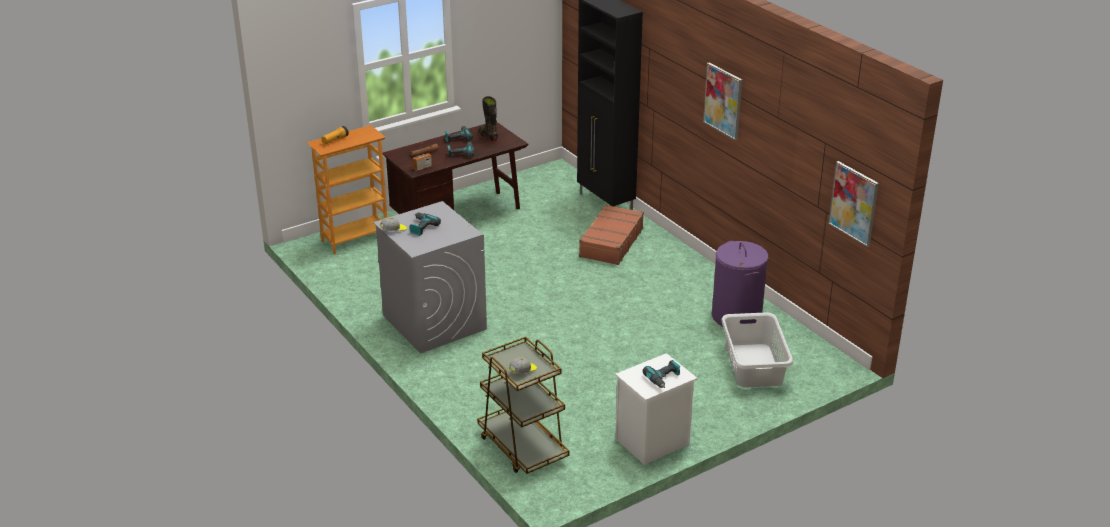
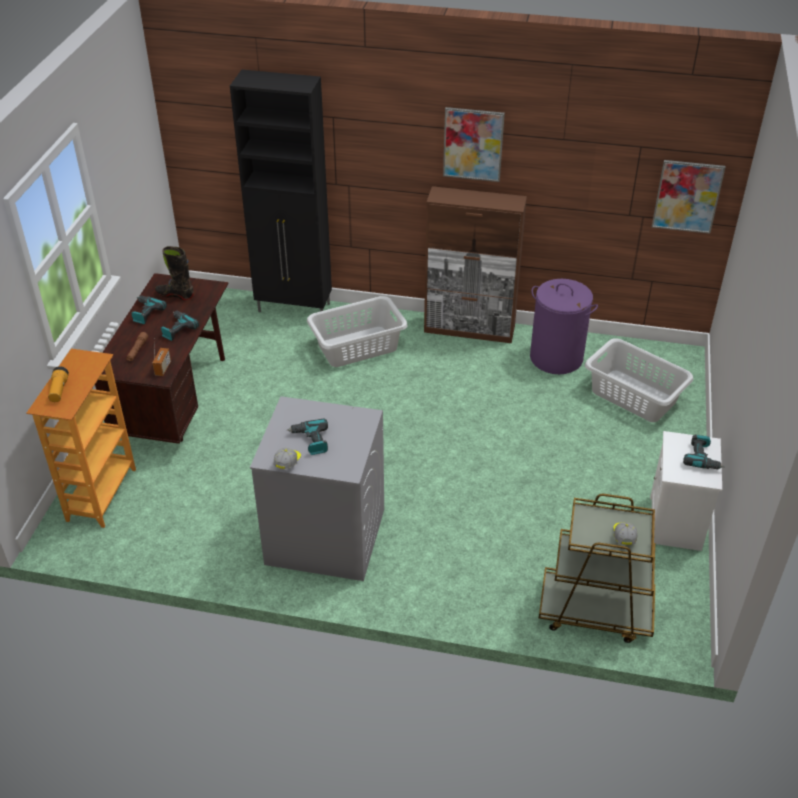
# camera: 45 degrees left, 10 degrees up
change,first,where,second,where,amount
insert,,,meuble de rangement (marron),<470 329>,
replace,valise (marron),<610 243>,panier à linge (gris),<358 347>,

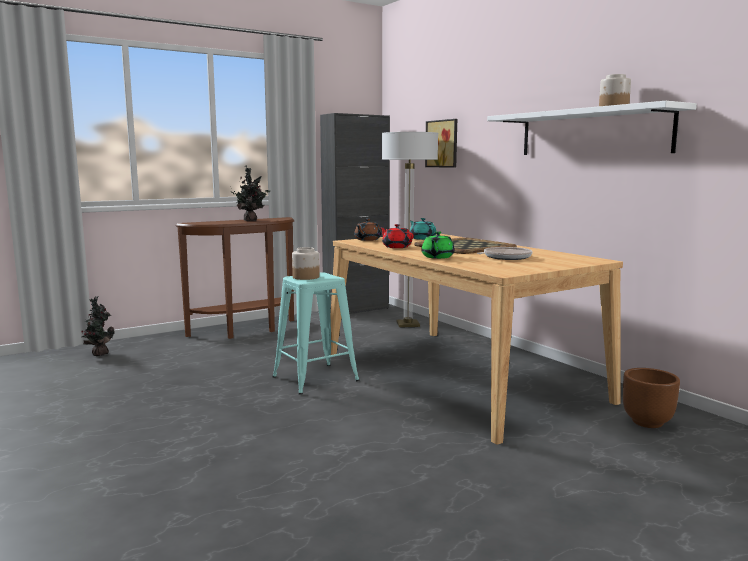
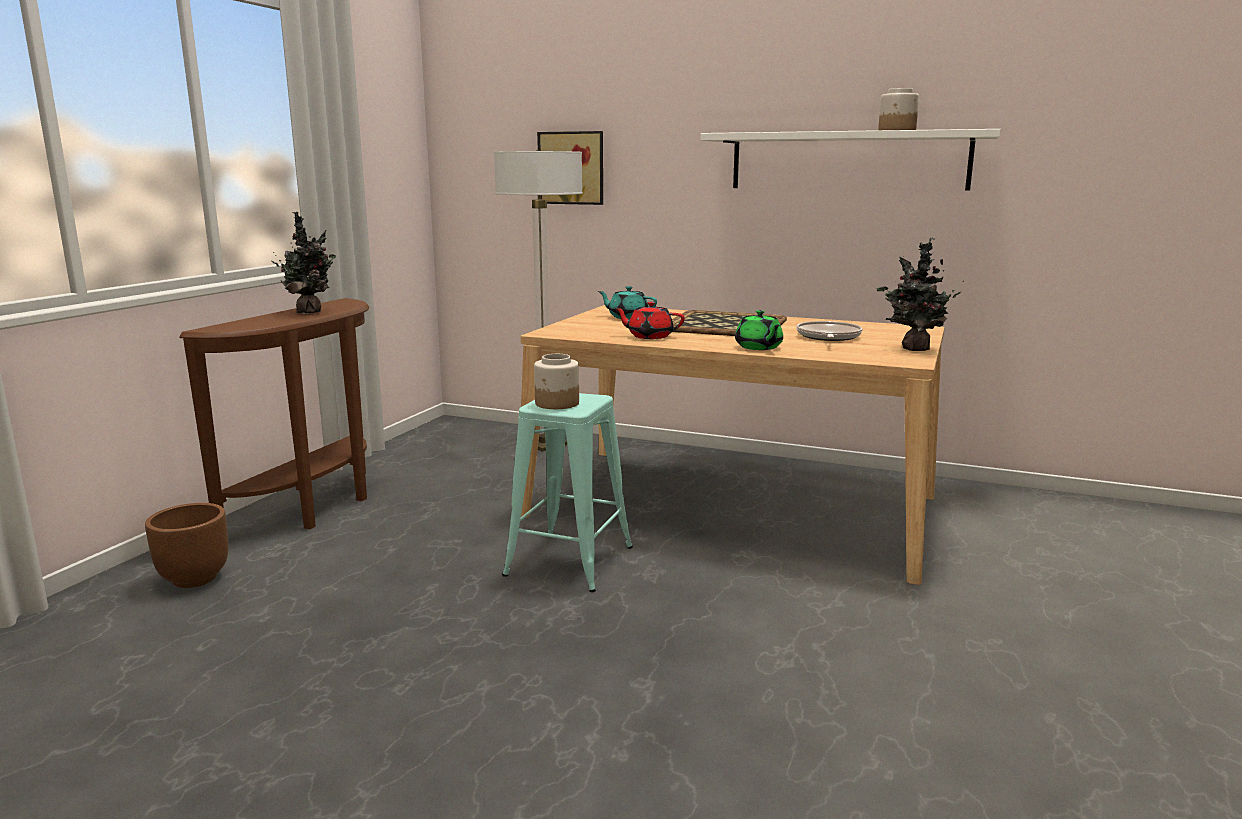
# camera: 35 degrees left, 5 degrees up
change,first,where,second,where,amount
delete,meuble de rangement (noir),<356 310>,,,
delete,théière (marron),<367 240>,,,
move,plante en pot,<99 354>,,<913 349>,
move,cache-pot (marron),<647 422>,,<195 579>,

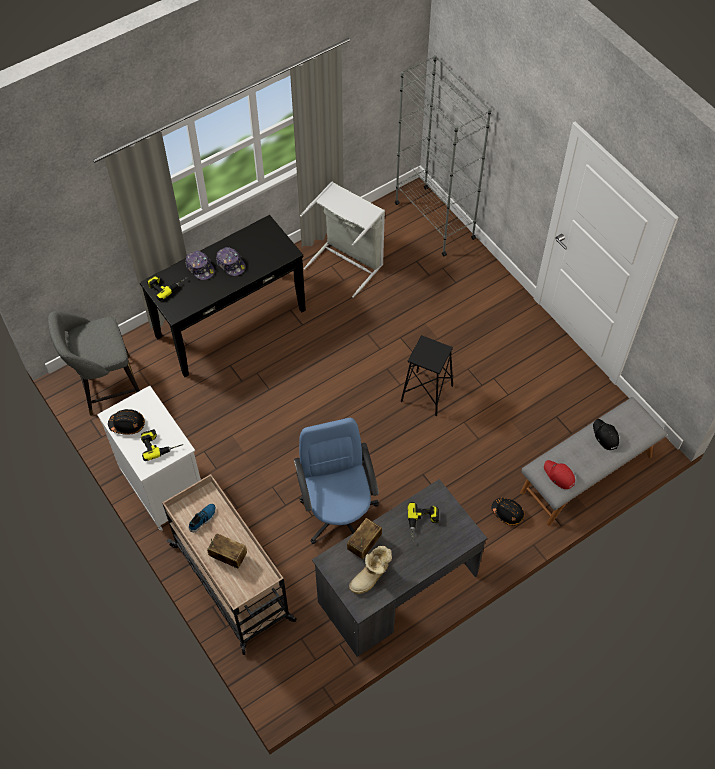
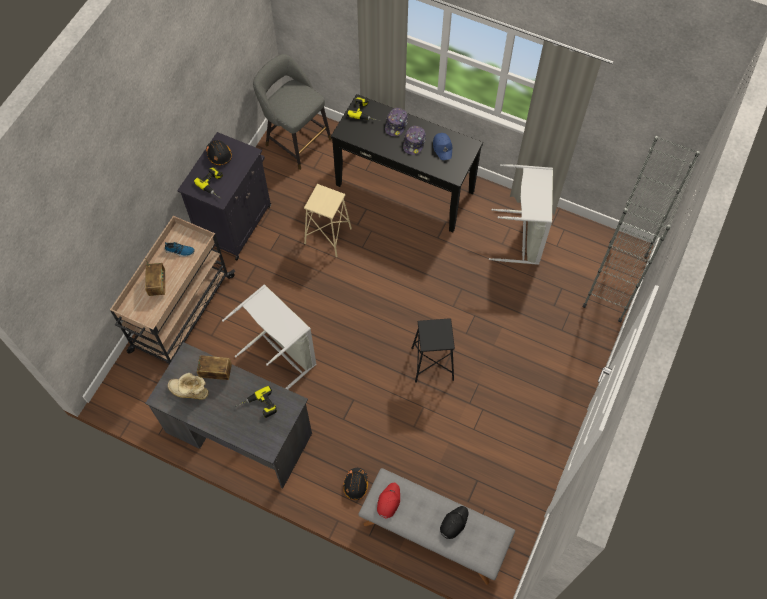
# camera: 60 degrees right, 5 degrees up
change,first,where,second,where,amount
insert,,,tabouret (beige),<328 236>,
insert,,,casquette (bleu),<443 148>,
replace,chaise de bureau (bleu),<338 512>,panier à linge (gris),<282 355>,
recolor,meuble de rangement (blanc),<162 485>,meuble de rangement (noir),<235 223>,

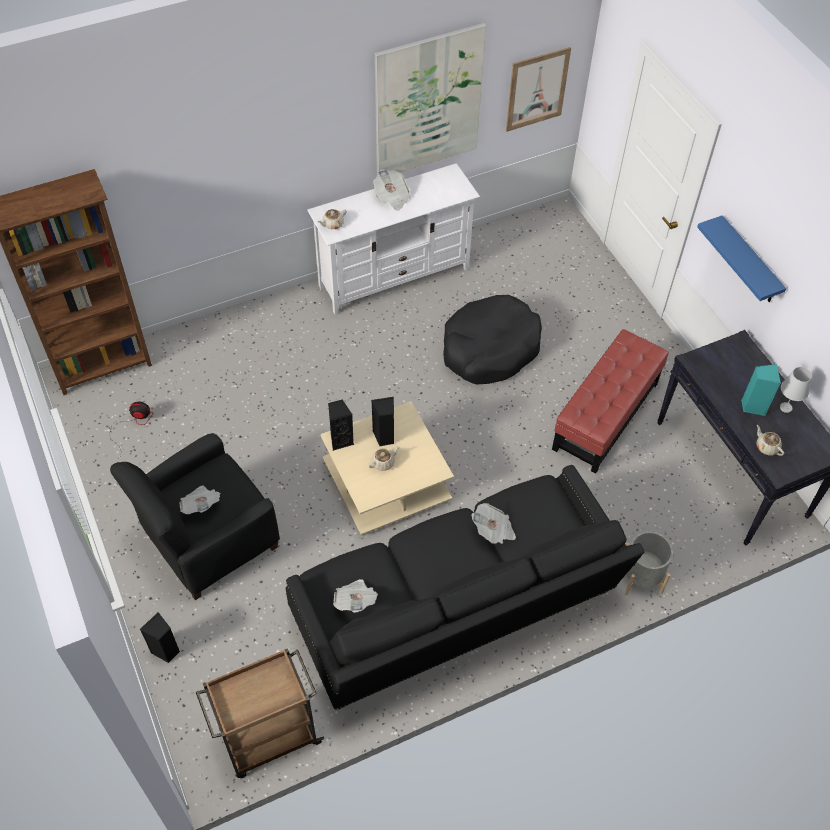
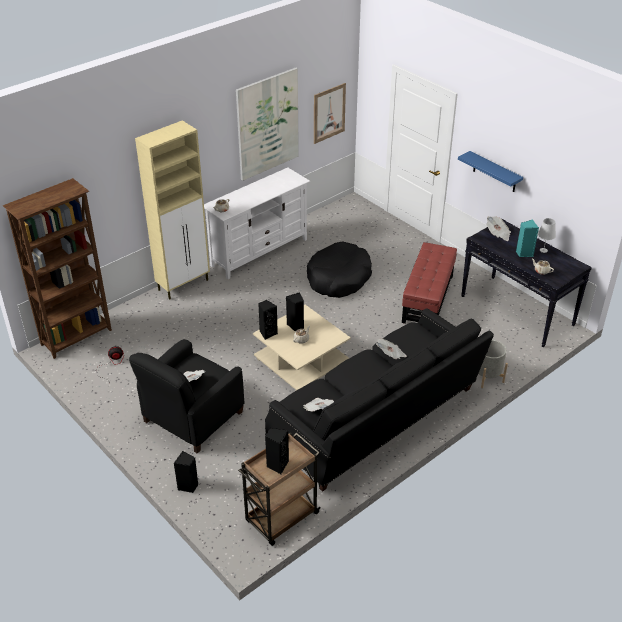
# camera: 15 degrees left, 15 degrees down
change,first,where,second,where,amount
insert,,,meuble de rangement (beige),<184 285>,
insert,,,enceinte (noir),<277 465>,
move,journal,<392 197>,,<498 234>,

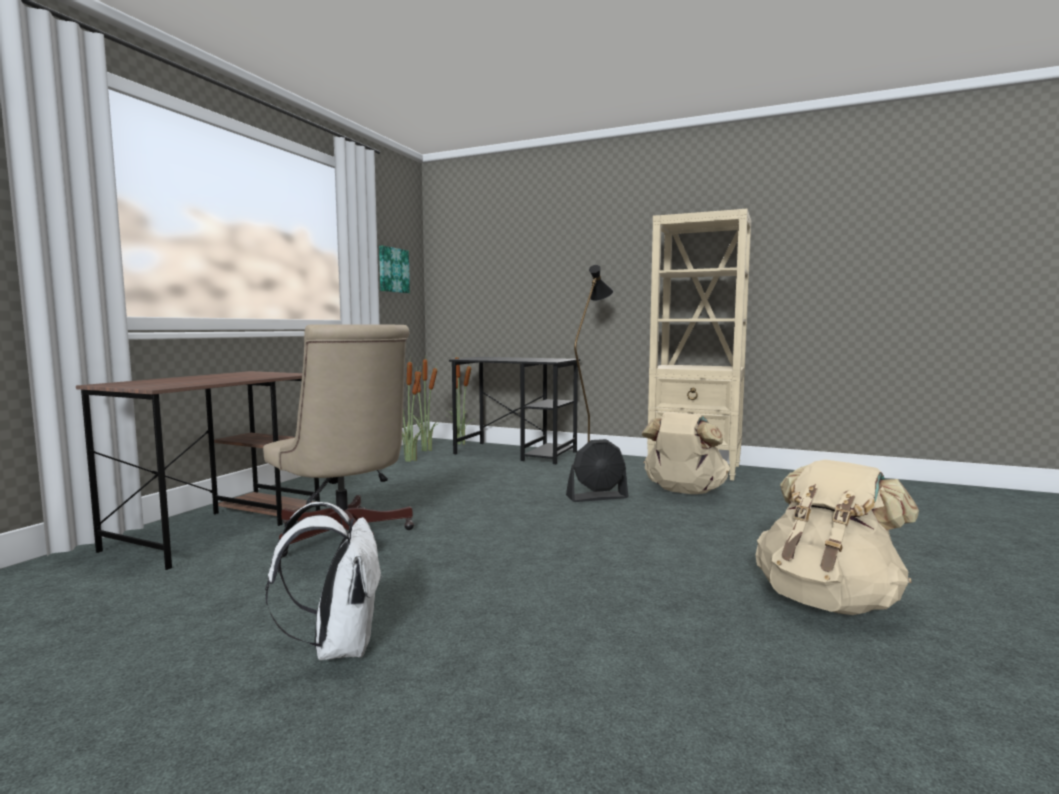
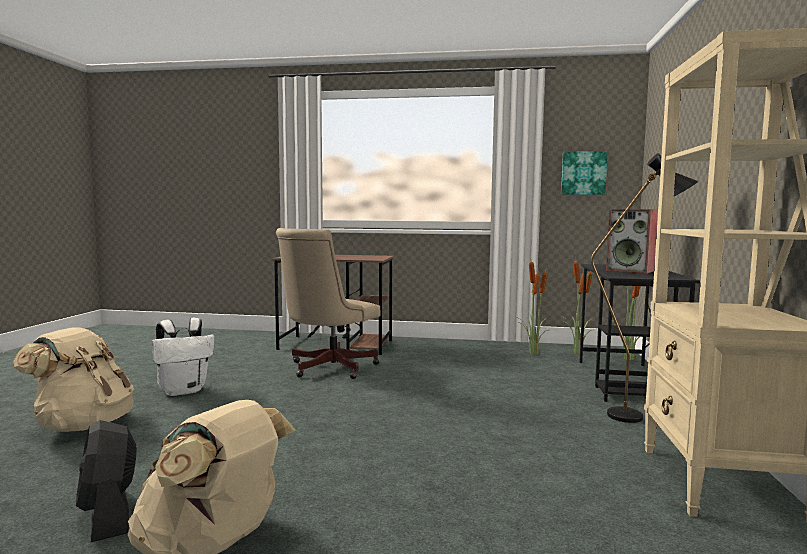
# camera: 75 degrees right, 0 degrees up
change,first,where,second,where,amount
insert,,,enceinte,<631 271>,
move,ventilateur (noir),<597 497>,,<108 514>,
move,sac à dos (beige),<683 492>,,<84 425>,

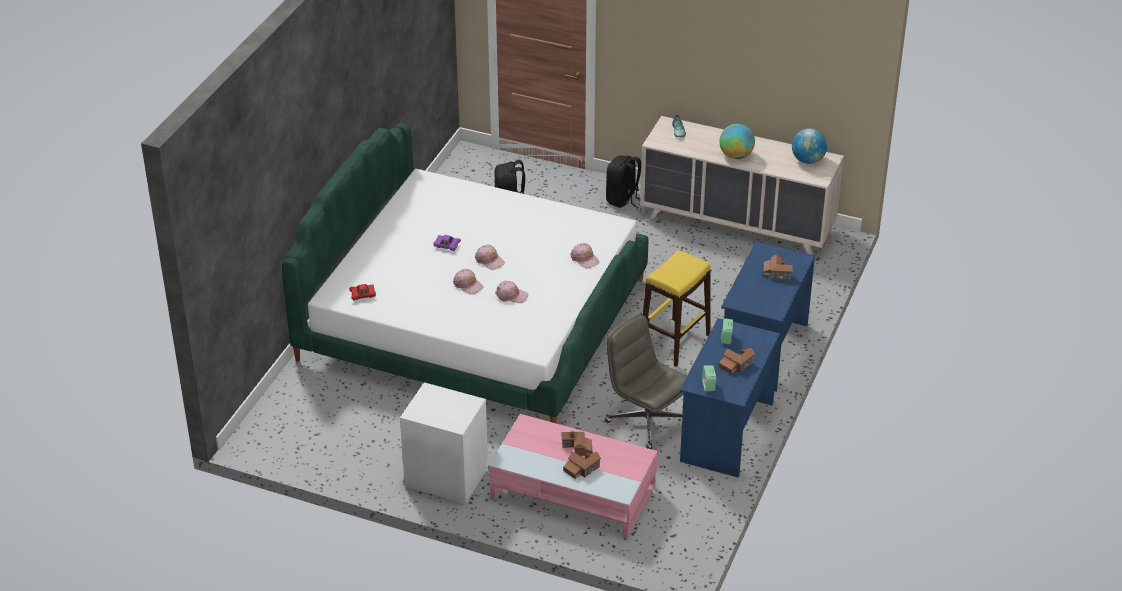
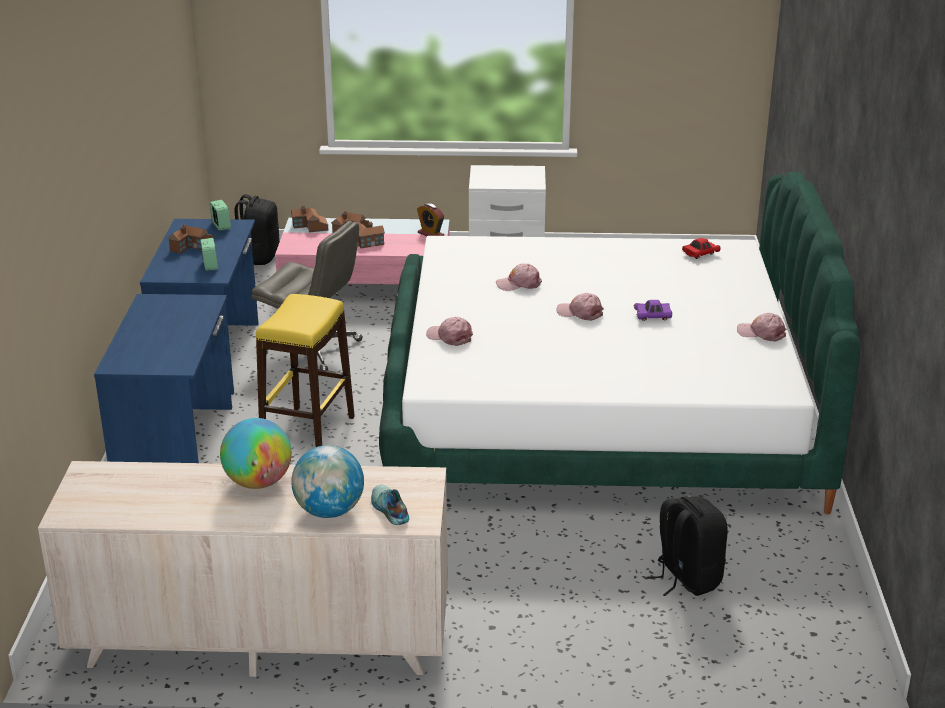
# camera: 160 degrees right, 10 degrees down
change,first,where,second,where,amount
insert,,,réveil,<430 234>,
move,casquette (rose),<468 284>,,<761 333>,
move,sac à dos (noir),<623 199>,,<259 257>,
move,maison miniature,<777 273>,,<310 227>,
move,globe,<808 160>,,<329 511>,

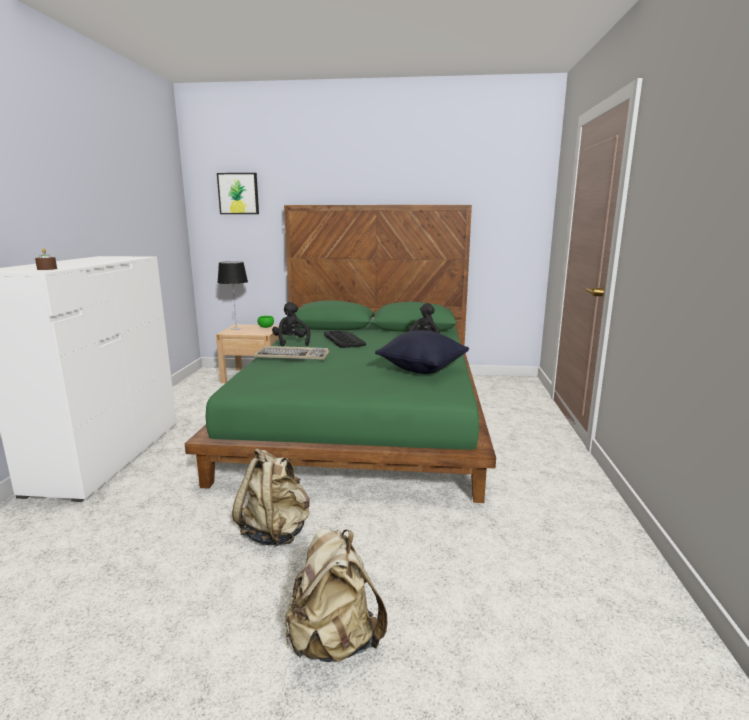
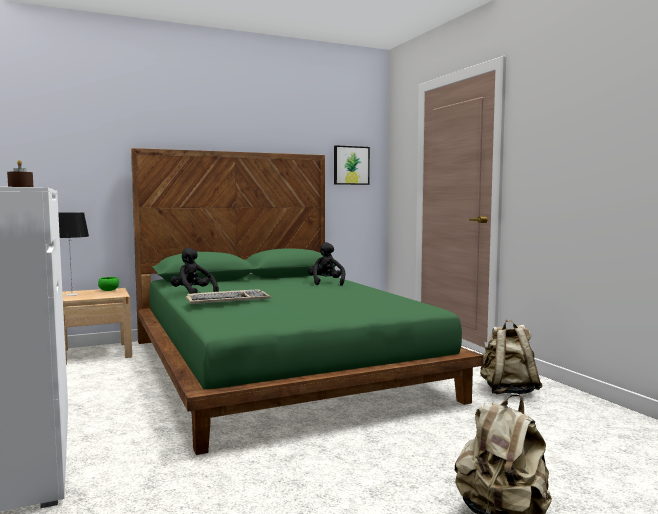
# camera: 30 degrees left, 10 degrees down
change,first,where,second,where,amount
delete,clavier,<344 340>,,,
delete,coussin (noir),<422 369>,,,
move,tableau,<238 193>,,<351 165>,
move,sac à dos (beige),<275 532>,,<507 391>,

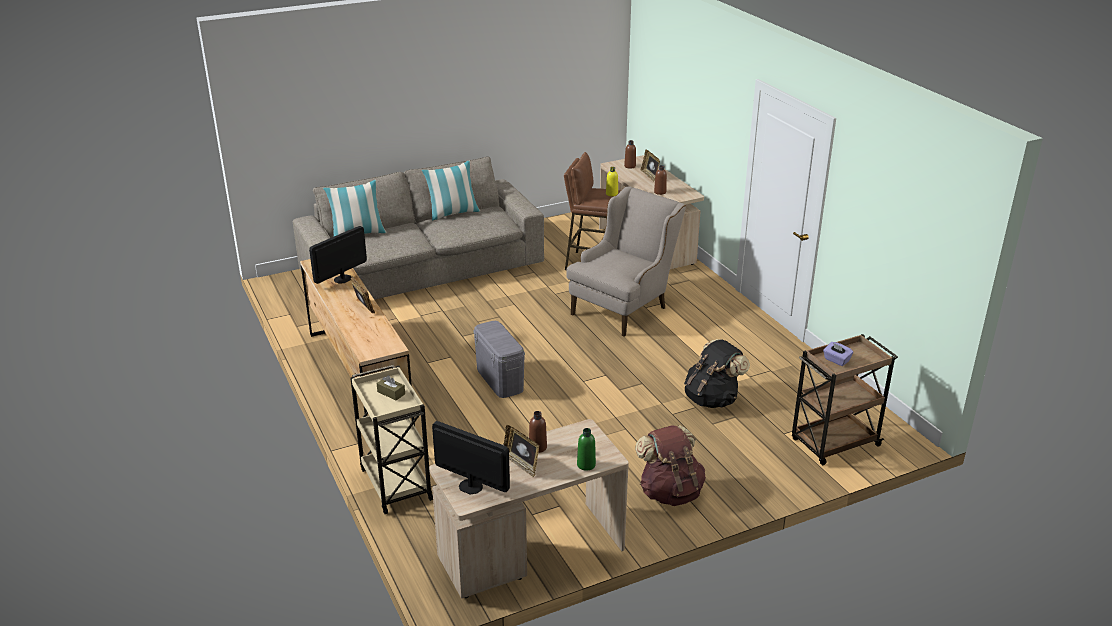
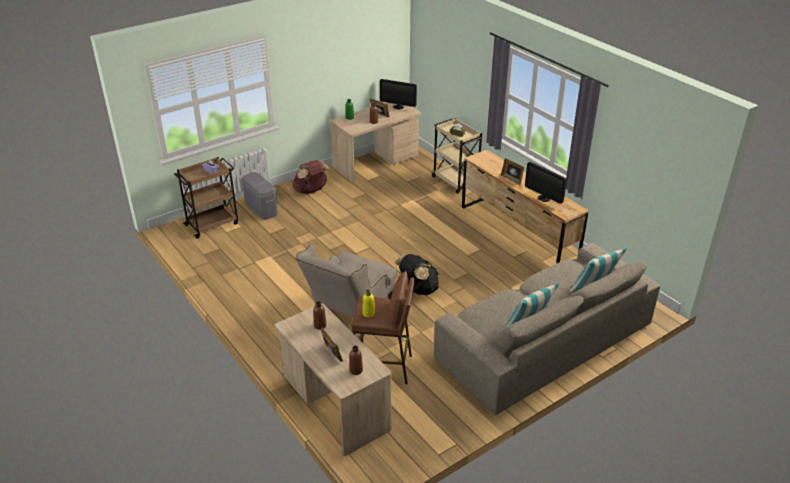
# camera: 170 degrees right, 5 degrees up
change,first,where,second,where,amount
move,boîte de rangement (gris),<499 379>,,<261 209>,
move,sac à dos (noir),<712 399>,,<417 289>,
rotate,écran d'ordinateur,<342 279>,,<544 198>,105 degrees clockwise

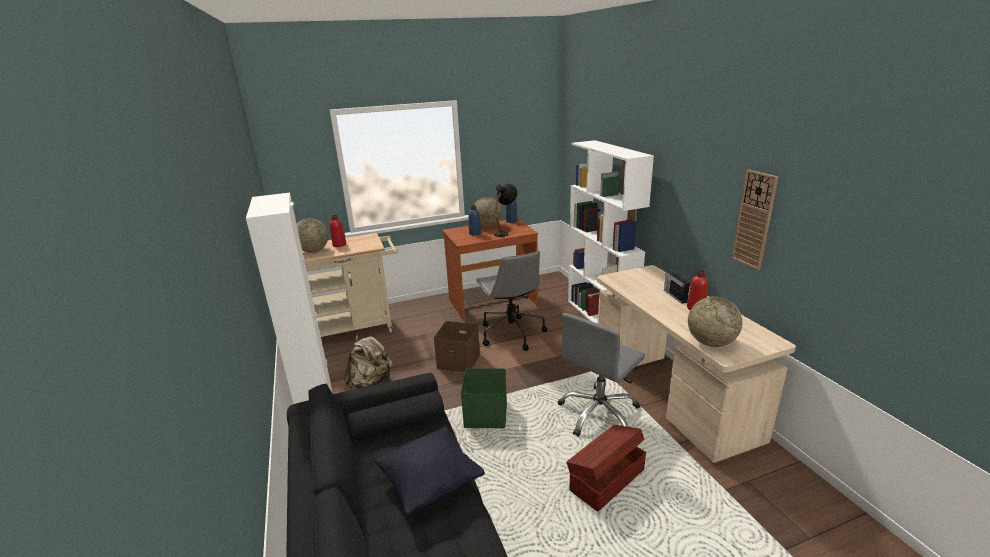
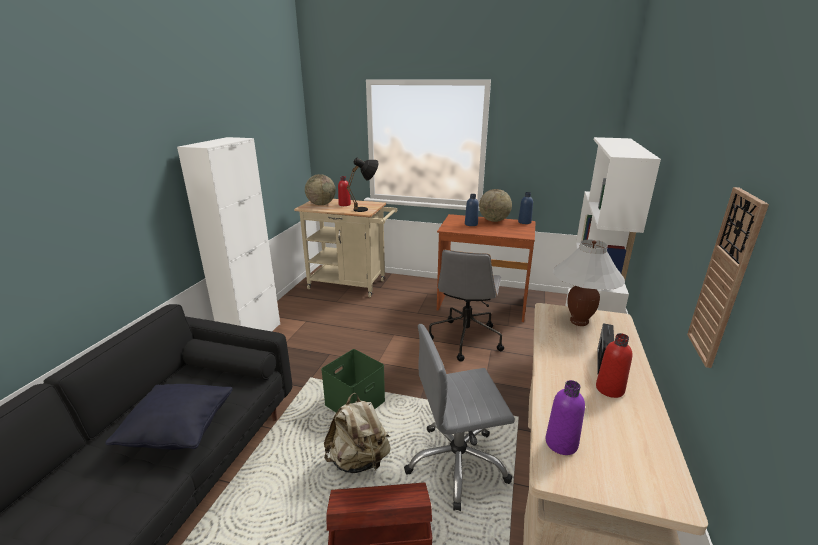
# camera: 35 degrees right, 0 degrees up
change,first,where,second,where,amount
delete,boîte de rangement (marron),<457 361>,,,
insert,,,lampe de table (blanc),<578 322>,
move,sac à dos (beige),<370 382>,,<359 460>,
move,lampe de table (noir),<504 232>,,<366 209>,
replace,globe,<710 342>,bouteille (violet),<561 443>,

